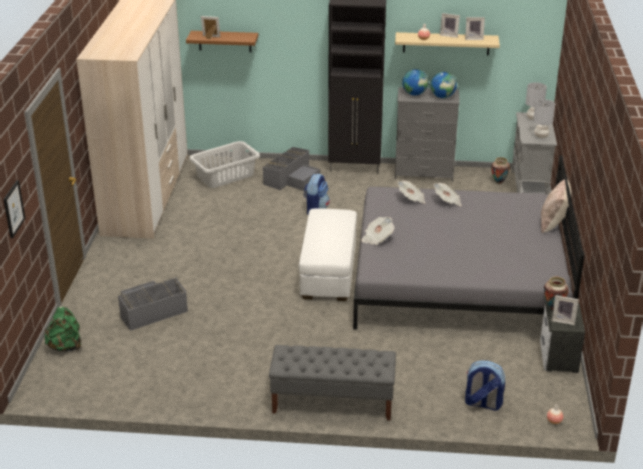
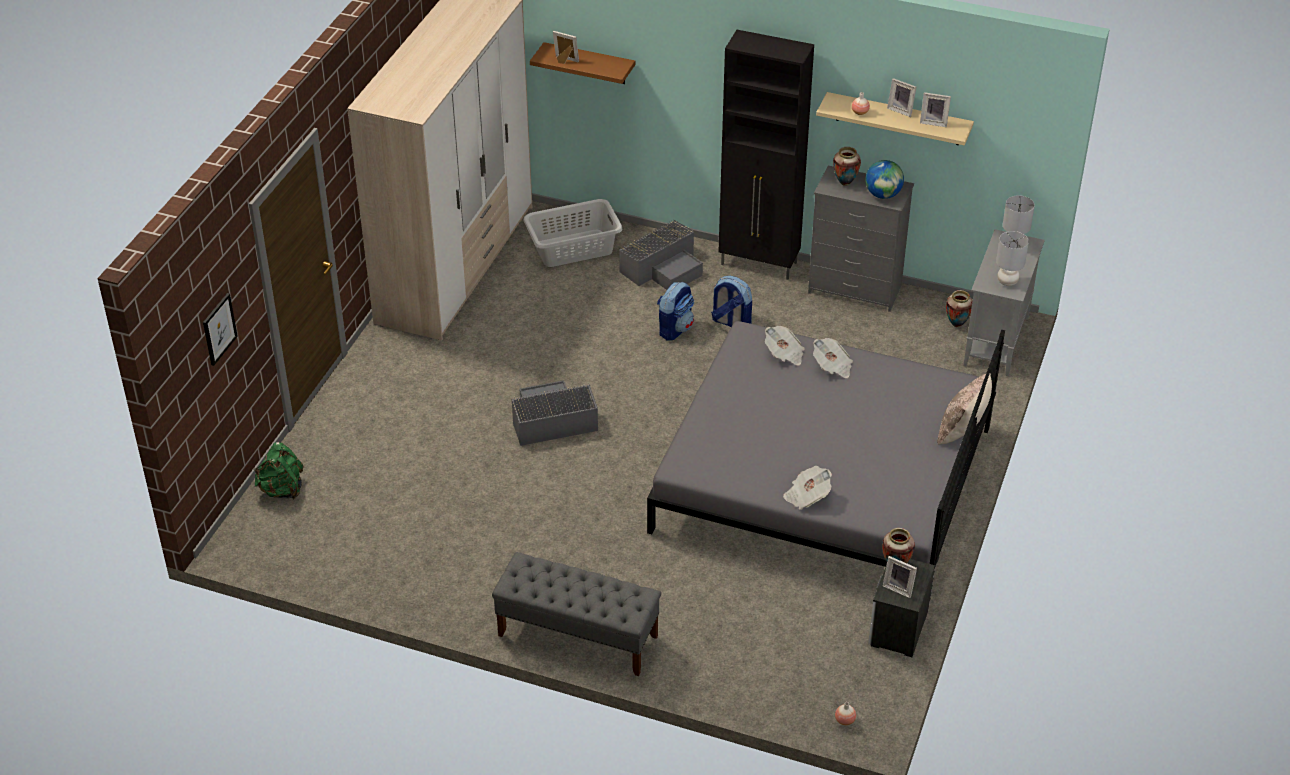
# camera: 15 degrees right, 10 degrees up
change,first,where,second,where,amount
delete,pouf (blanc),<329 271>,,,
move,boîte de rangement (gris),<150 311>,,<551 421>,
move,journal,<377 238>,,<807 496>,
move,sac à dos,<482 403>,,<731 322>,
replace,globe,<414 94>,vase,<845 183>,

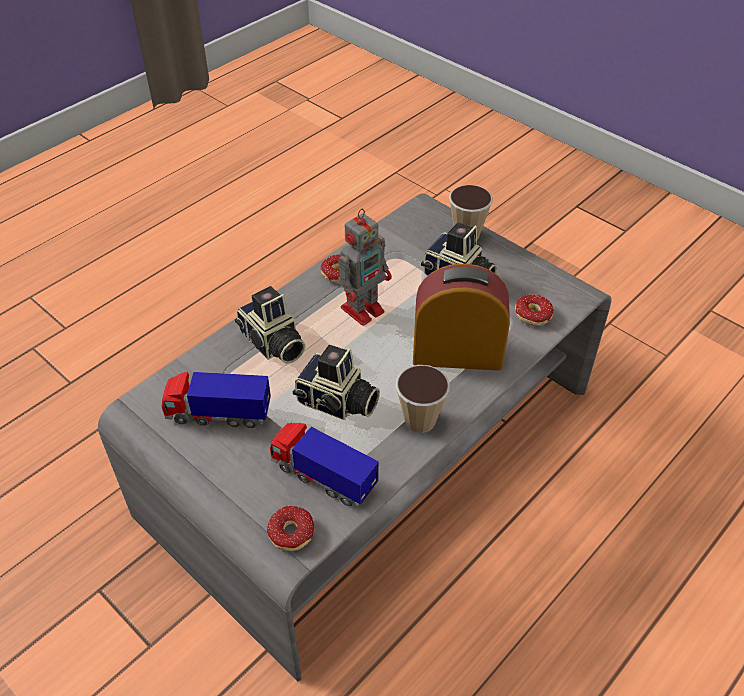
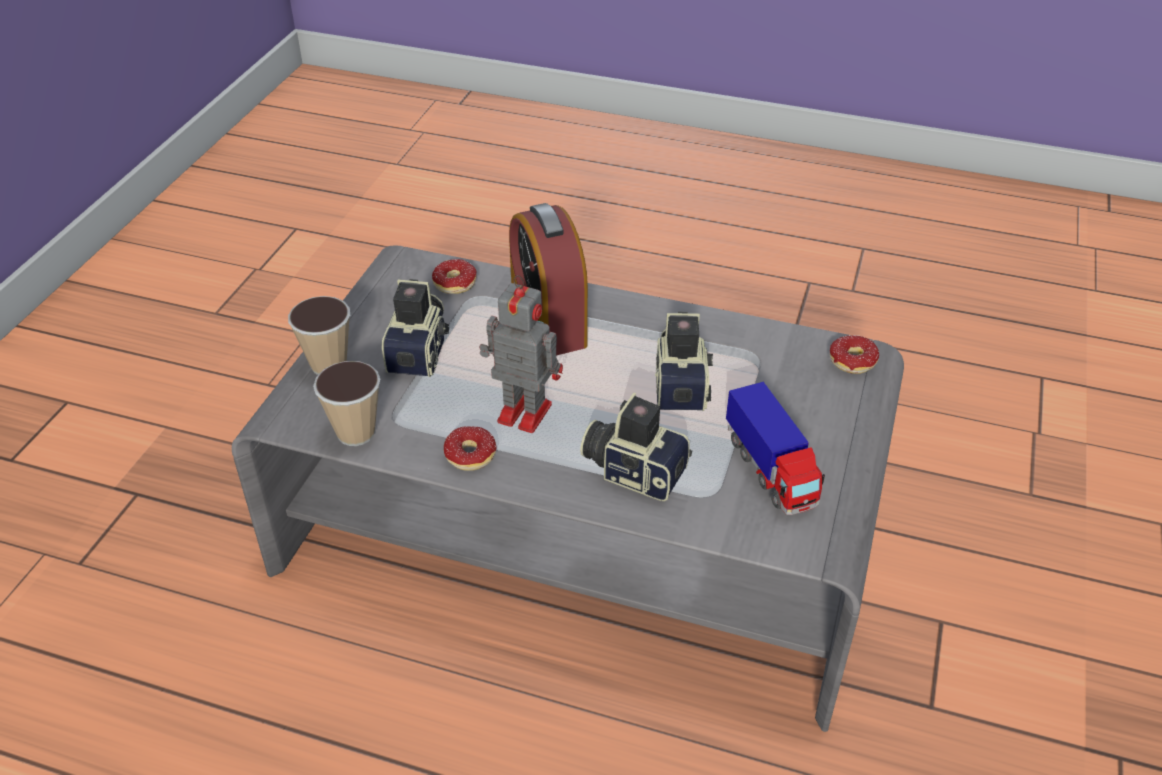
# camera: 115 degrees left, 5 degrees down
change,first,where,second,where,amount
delete,camion jouet,<323 476>,,,
move,tasse,<420 421>,,<356 433>,
rotate,appareil photo,<272 344>,,<634 470>,90 degrees counterclockwise

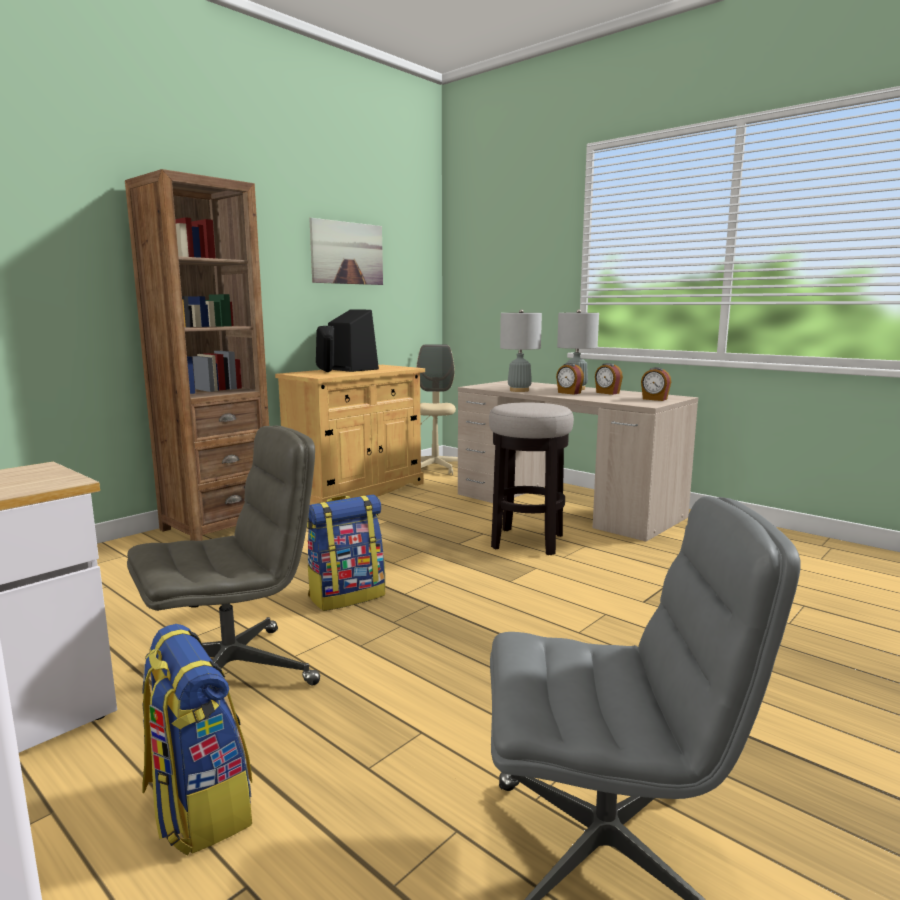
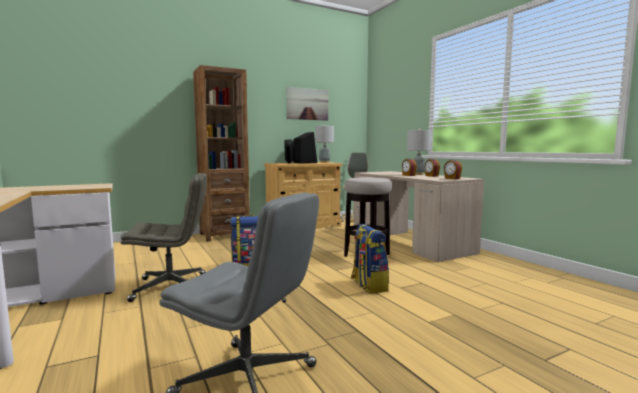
# camera: 20 degrees right, 5 degrees down
change,first,where,second,where,amount
move,sac à dos,<197 806>,,<368 285>,
move,lampe de table (gris),<519 390>,,<324 162>,

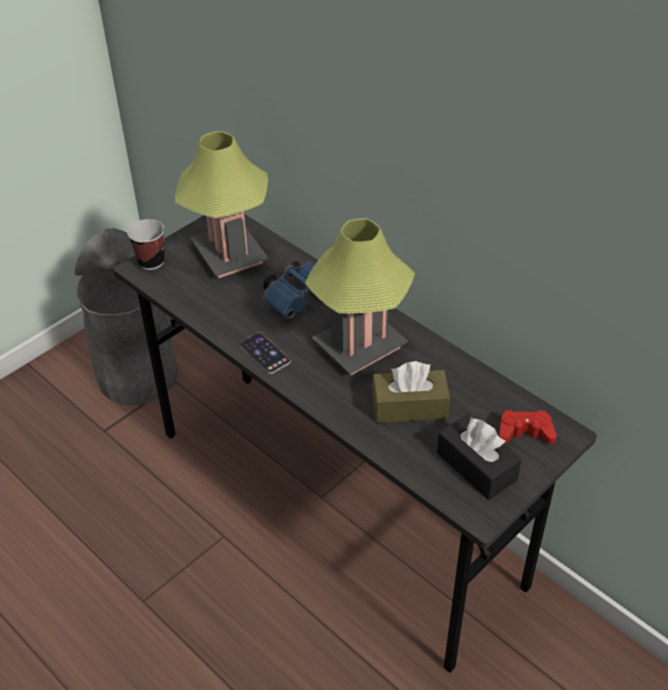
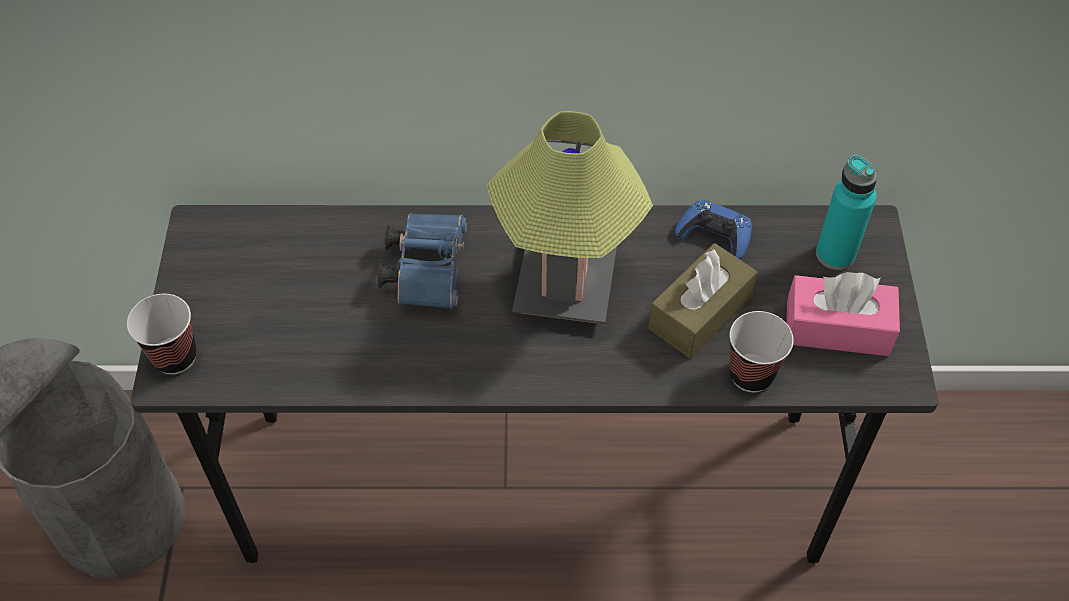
# camera: 45 degrees left, 10 degrees up
change,first,where,second,where,amount
delete,lampe de table,<229 254>,,,
delete,téléphone,<264 353>,,,
insert,,,manette (bleu),<714 235>,
insert,,,tasse,<751 374>,
replace,manette (rouge),<524 432>,bouteille (turquoise),<835 254>,
recolor,boîte à mouchoirs (noir),<476 466>,boîte à mouchoirs (rose),<837 328>,

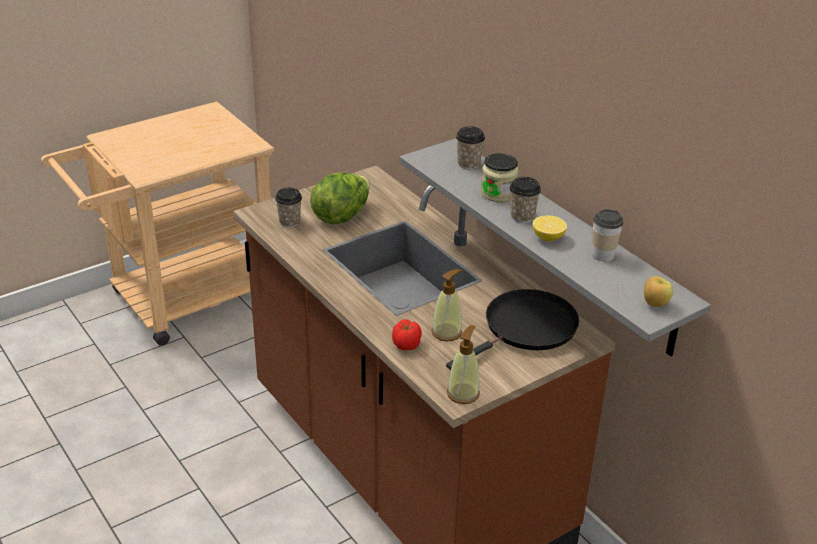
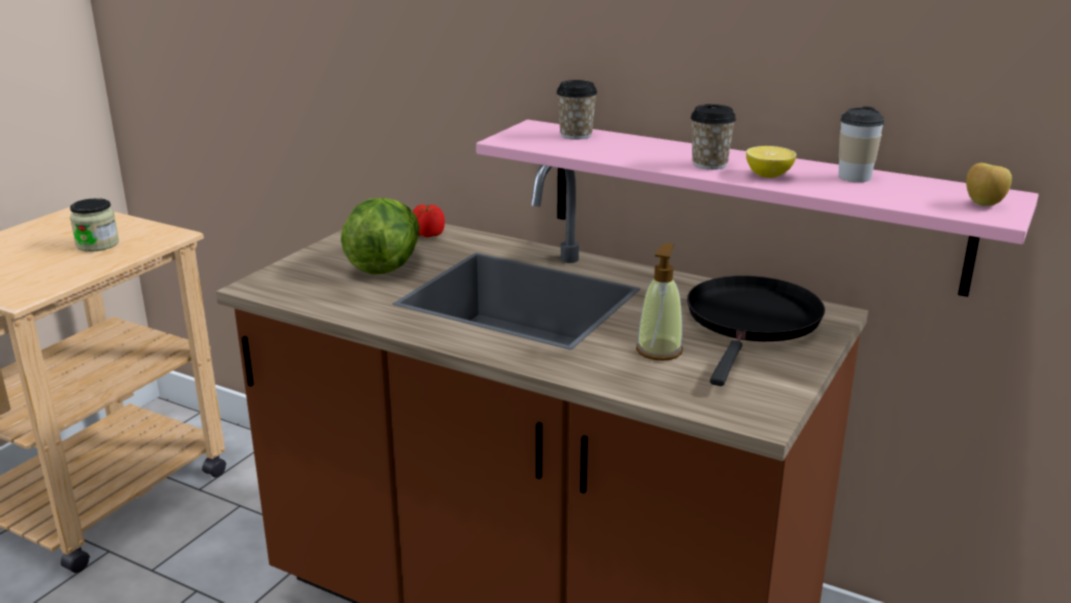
# camera: 25 degrees left, 10 degrees down
change,first,where,second,where,amount
delete,tasse,<289 222>,,,
delete,distributeur de savon,<463 393>,,,
move,tomate,<406 345>,,<427 235>,
move,bocal,<498 193>,,<97 244>,
recolor,étagère (gris),<564 244>,étagère (rose),<749 203>,

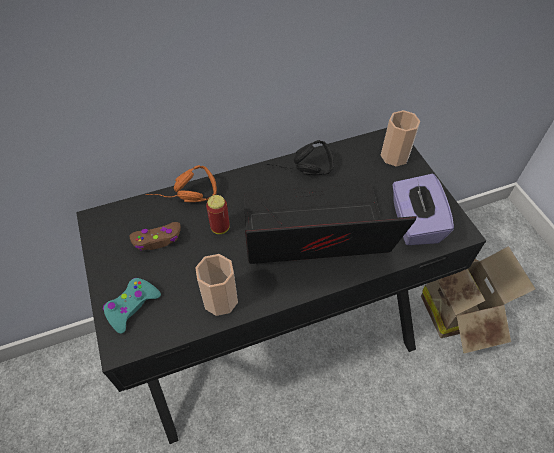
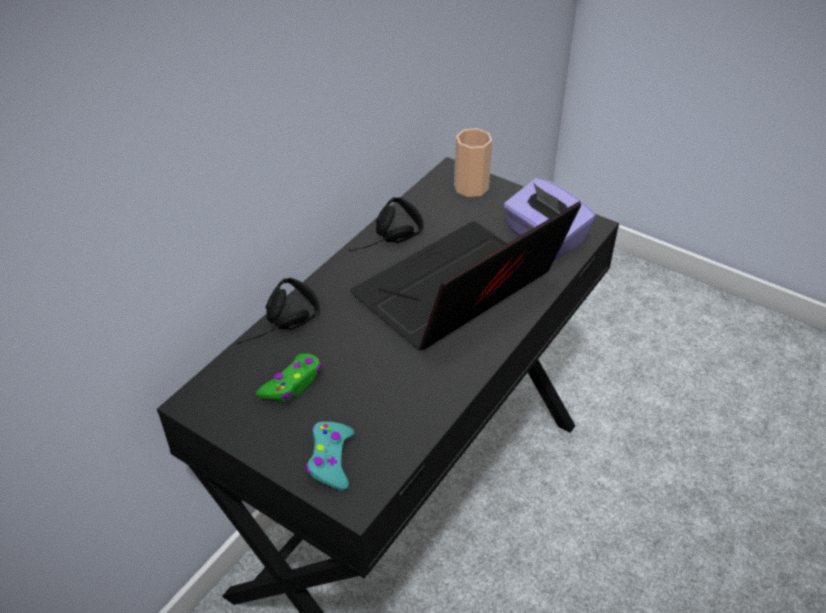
# camera: 35 degrees left, 10 degrees down
change,first,where,second,where,amount
delete,tasse,<220 300>,,,
delete,boîte métallique,<220 227>,,,
delete,carton,<455 309>,,,
recolor,manette (marron),<157 239>,manette (vert),<292 384>,
recolor,casque audio (orange),<184 199>,casque audio (noir),<282 330>,

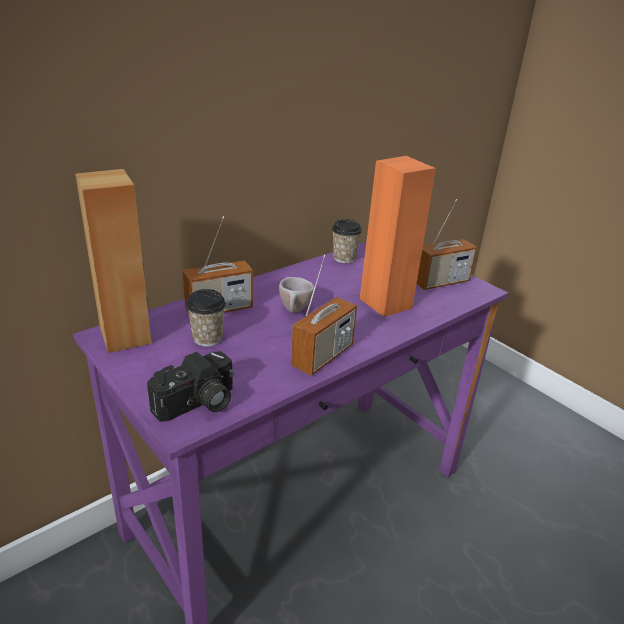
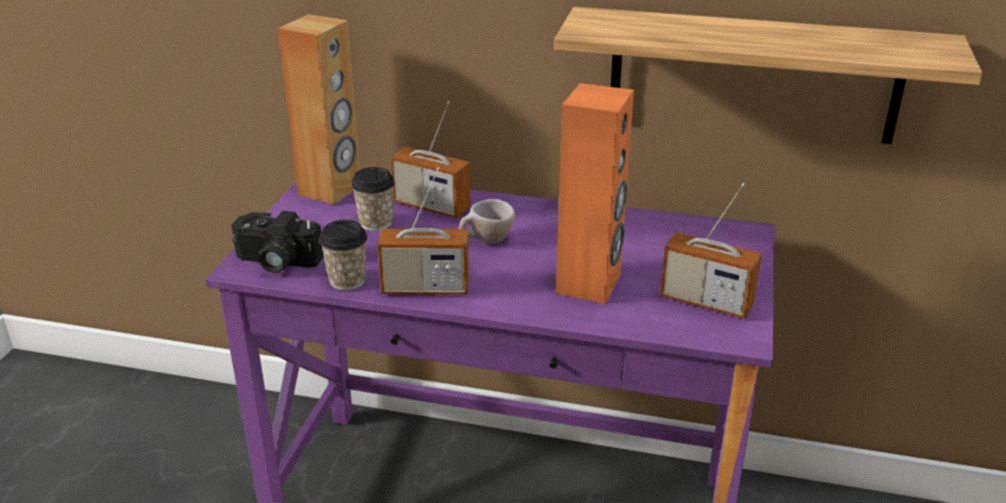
# camera: 55 degrees right, 0 degrees up
change,first,where,second,where,amount
insert,,,étagère,<753 76>,
move,tasse,<344 258>,,<347 280>,

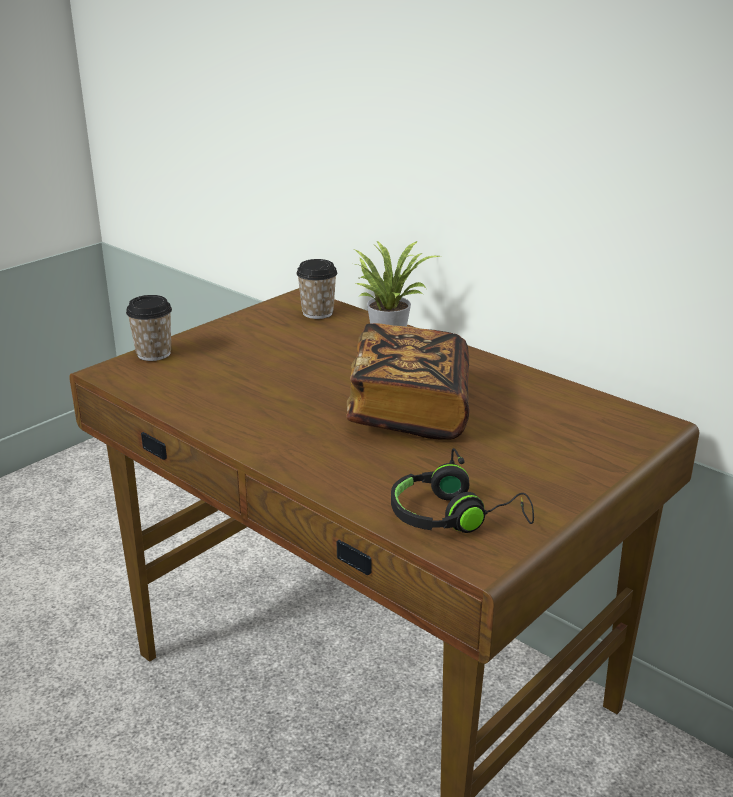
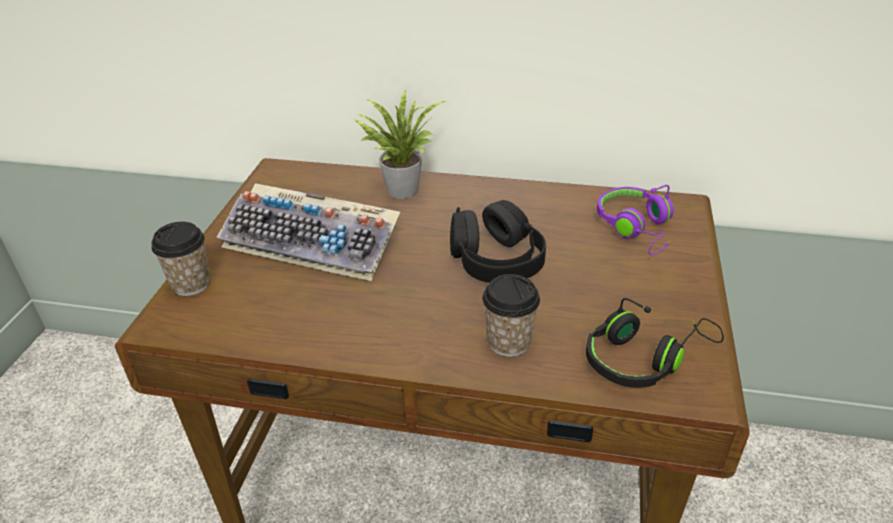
# camera: 30 degrees left, 10 degrees up
change,first,where,second,where,amount
insert,,,clavier,<314 242>,
insert,,,casque audio (violet),<637 228>,
move,tasse,<317 313>,,<509 342>,
replace,livre,<409 410>,casque audio (noir),<496 260>,

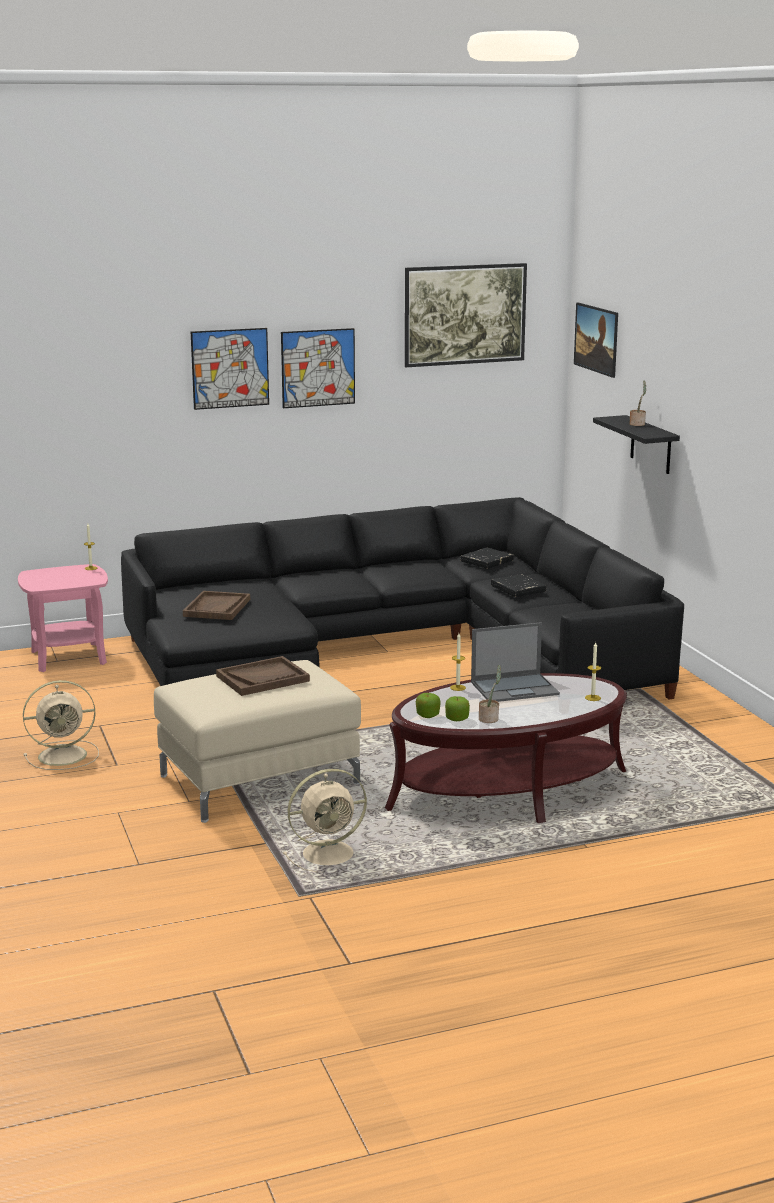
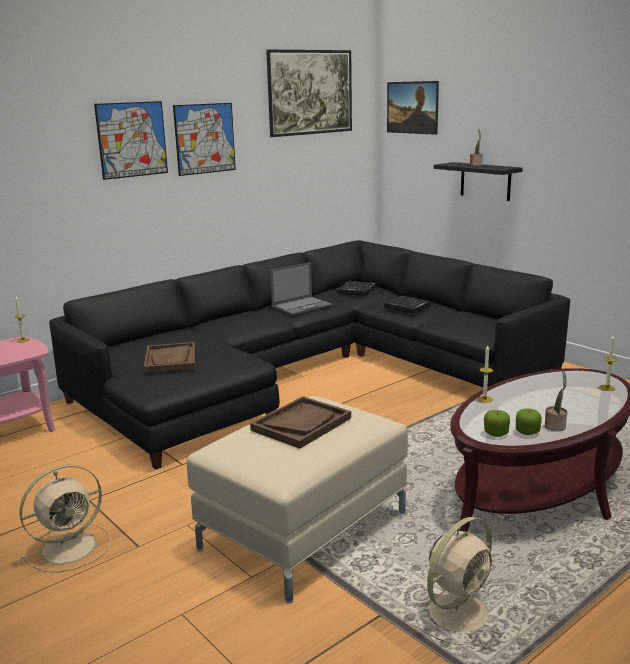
# camera: 20 degrees left, 0 degrees up
change,first,where,second,where,amount
move,ordinateur portable,<515 688>,,<302 306>,

